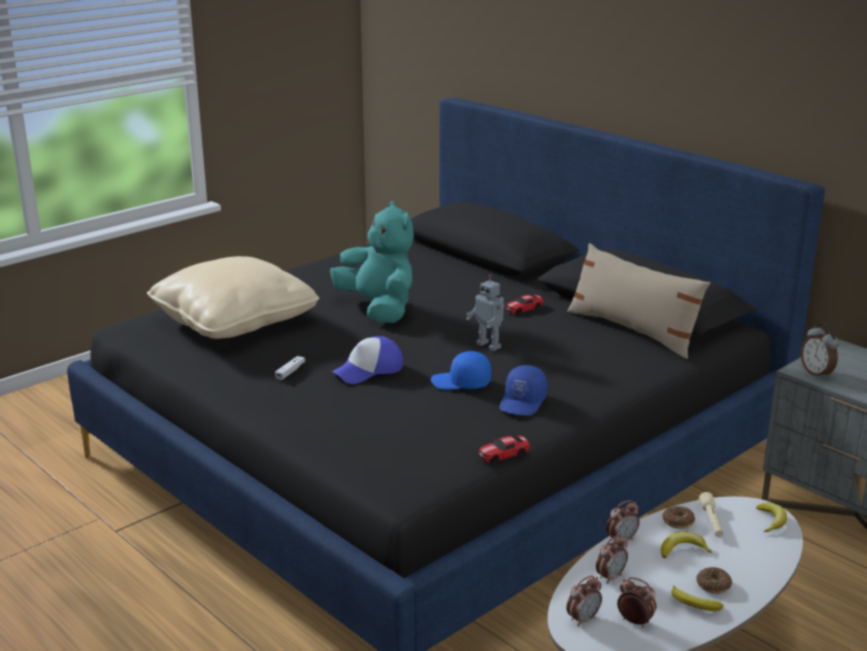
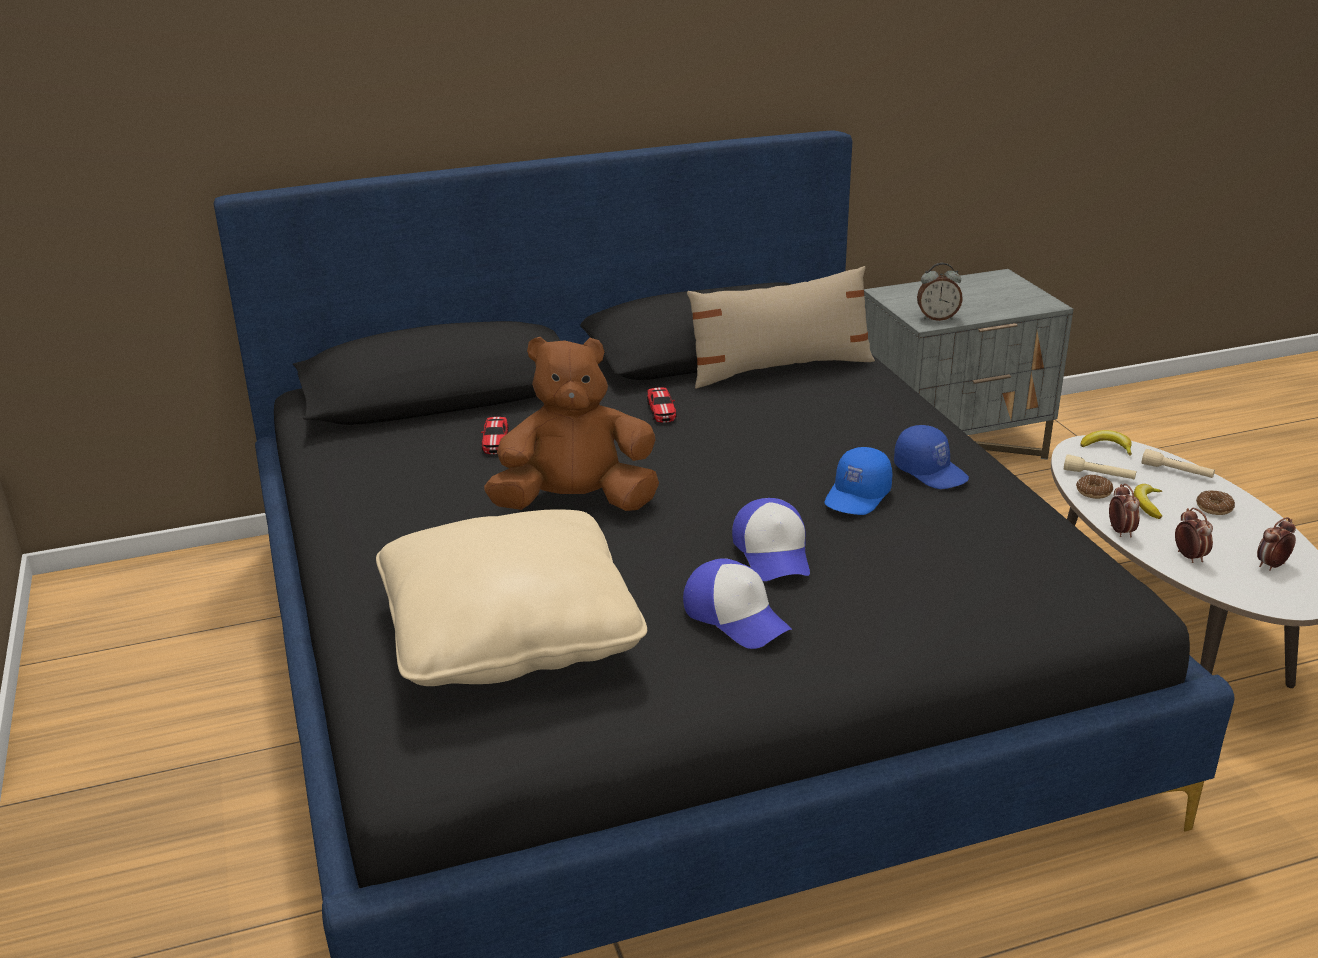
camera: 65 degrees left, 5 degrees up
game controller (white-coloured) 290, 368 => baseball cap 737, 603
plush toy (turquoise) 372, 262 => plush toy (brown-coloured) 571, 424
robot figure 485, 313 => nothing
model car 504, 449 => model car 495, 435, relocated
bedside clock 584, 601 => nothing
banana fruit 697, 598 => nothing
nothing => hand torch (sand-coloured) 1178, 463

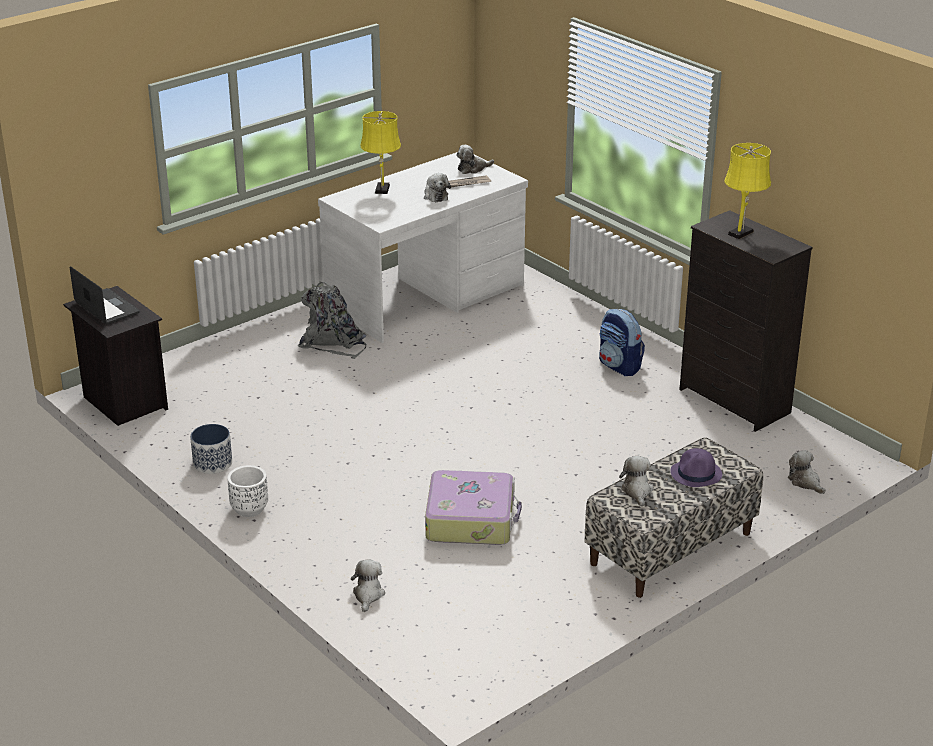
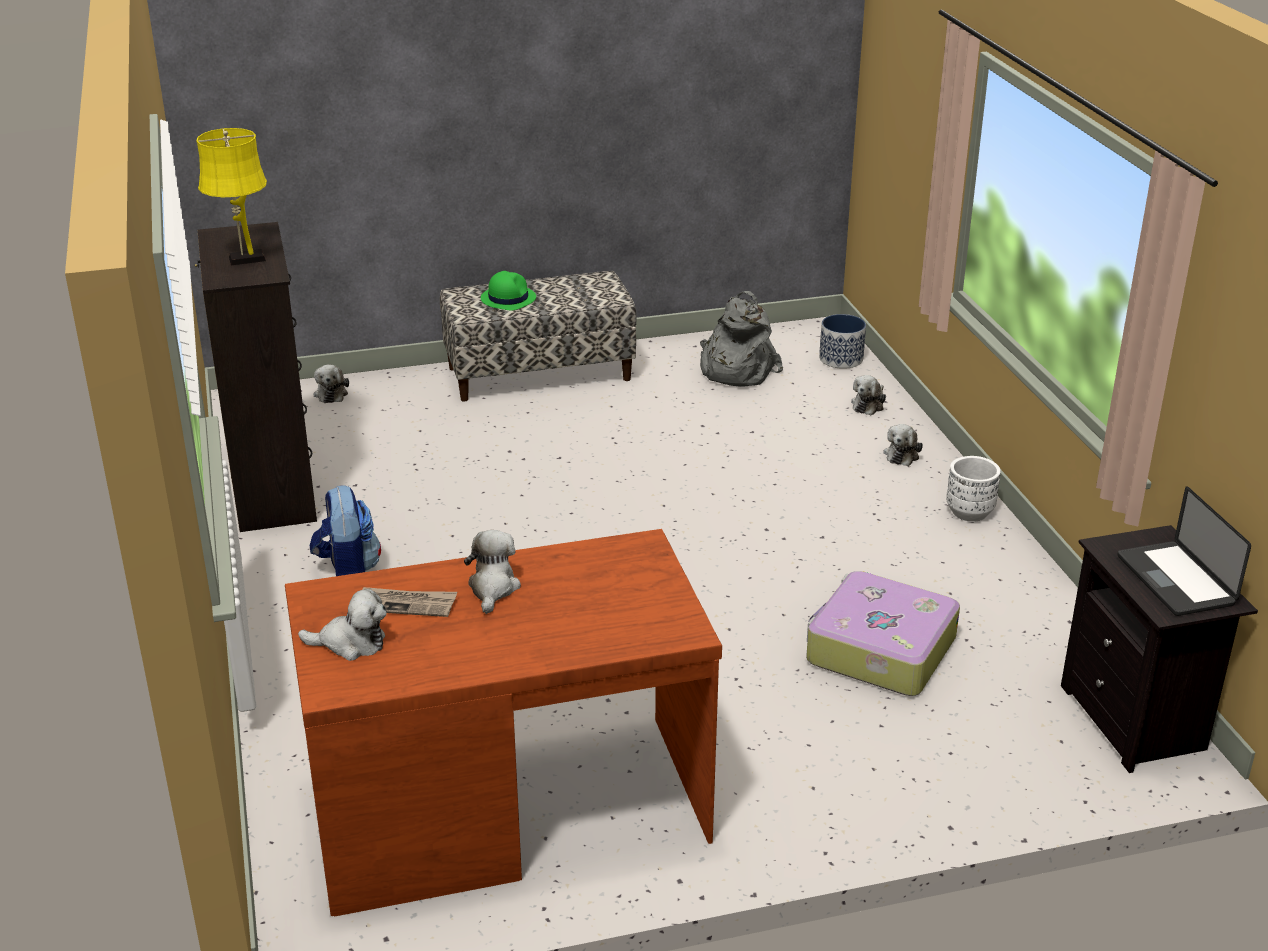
camera: 155 degrees left, 0 degrees up
planter 211, 449 => planter 842, 341, relocated
knapsack (grey) 332, 320 => knapsack (grey) 741, 339, relocated
desk (white-coloured) 423, 247 => desk (brown-coloured) 503, 723
table lamp (yellow-coloured) 380, 152 => nothing
suitcase 473, 507 => suitcase 883, 633, relocated
plush toy 636, 481 => plush toy 903, 445, relocated
clothing hat (purple-coloured) 696, 467 => clothing hat (green) 508, 290

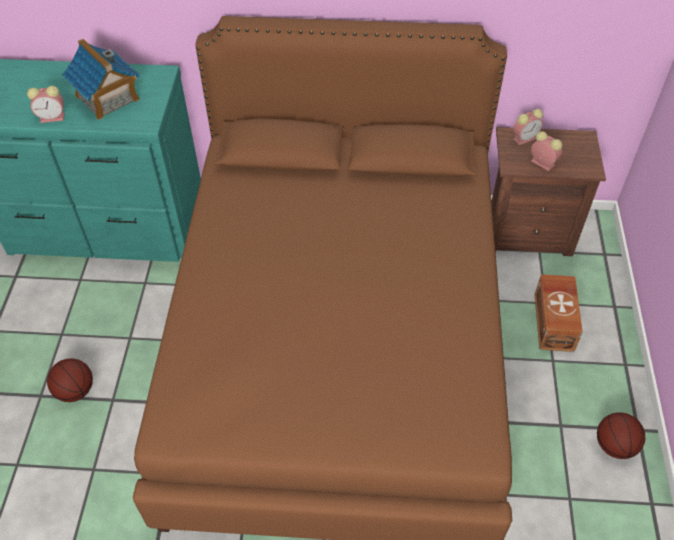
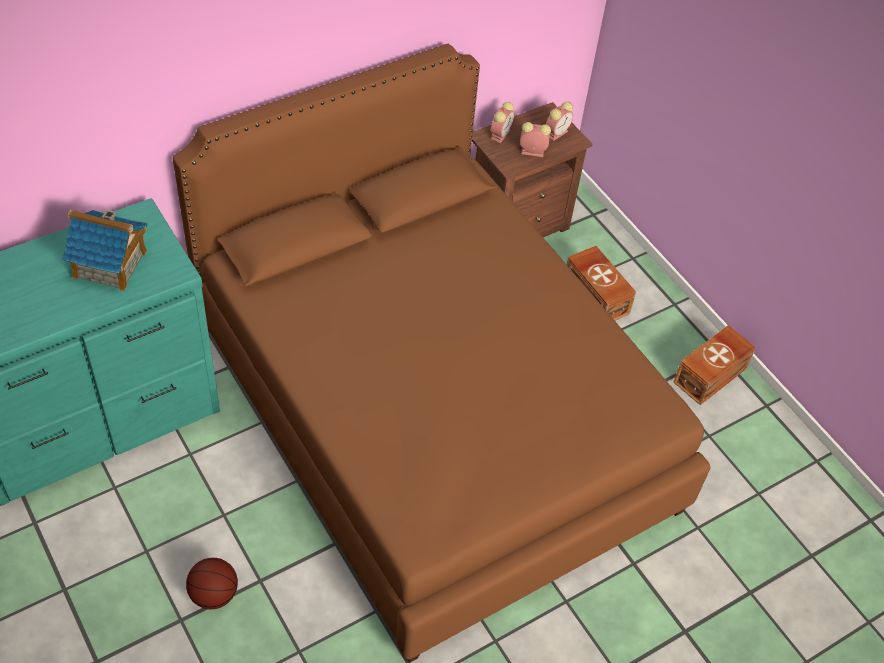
camera: 40 degrees left, 0 degrees up
bedside clock 45, 104 => bedside clock 559, 121, relocated
basketball 621, 436 => storage bin (brown-coloured) 714, 365

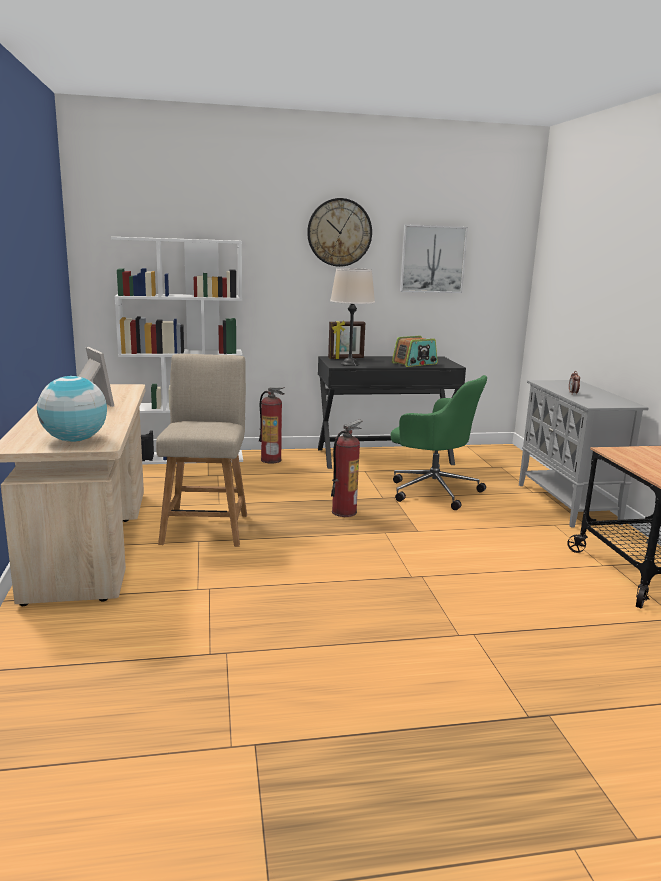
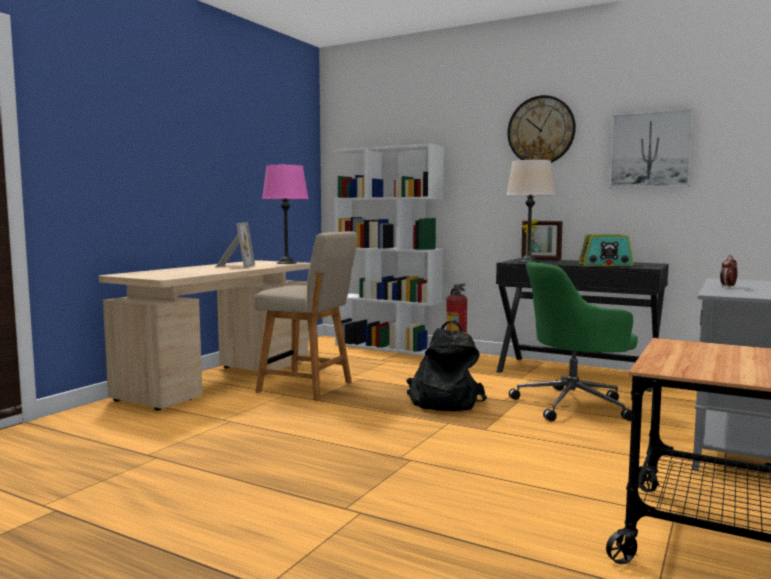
camera: 40 degrees right, 10 degrees down
desk globe 72, 409 => nothing
plain chair (sand-coloured) 201, 450 => plain chair (sand-coloured) 306, 316, 75 degrees clockwise
fire extinguisher 346, 468 => knapsack (blackish) 446, 365
computer chair (green) 439, 442 => computer chair (green) 573, 342, 90 degrees clockwise
nothing => table lamp (pinkish) 285, 214

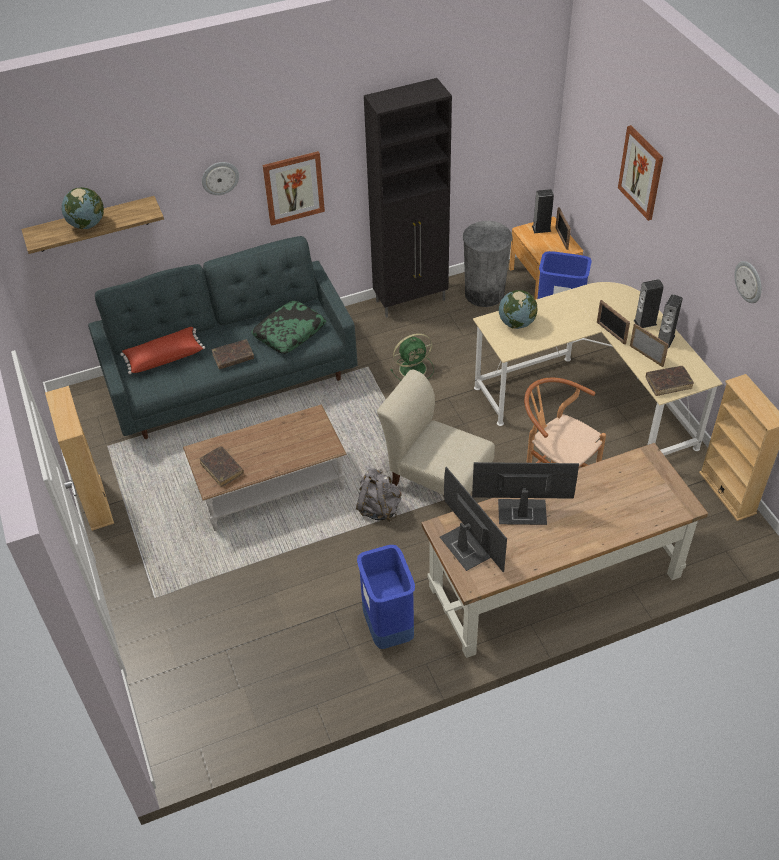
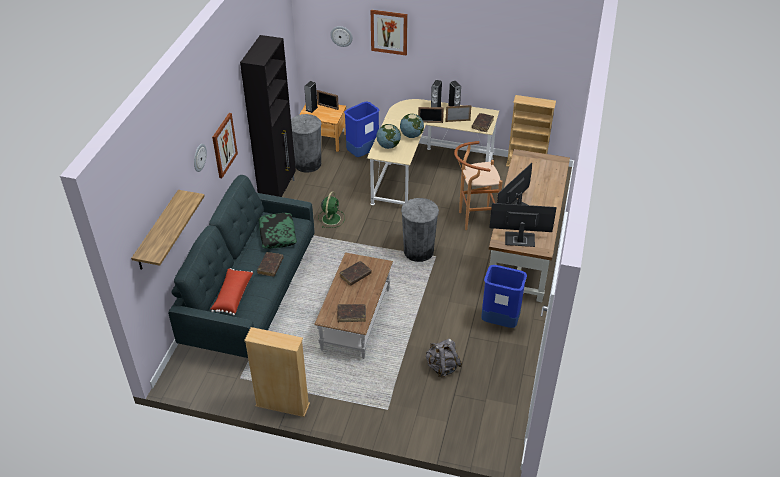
camera: 55 degrees left, 5 degrees down
desk globe 83, 208 => desk globe 412, 126, relocated
knapsack (grey) 378, 495 => knapsack (grey) 444, 357, relocated
plain chair (sand-coloured) 436, 432 => rubbish bin (grey) 420, 230
wall clock 748, 282 => wall clock 341, 36, relocated
nothing => bound book (brown-coloured) 356, 273

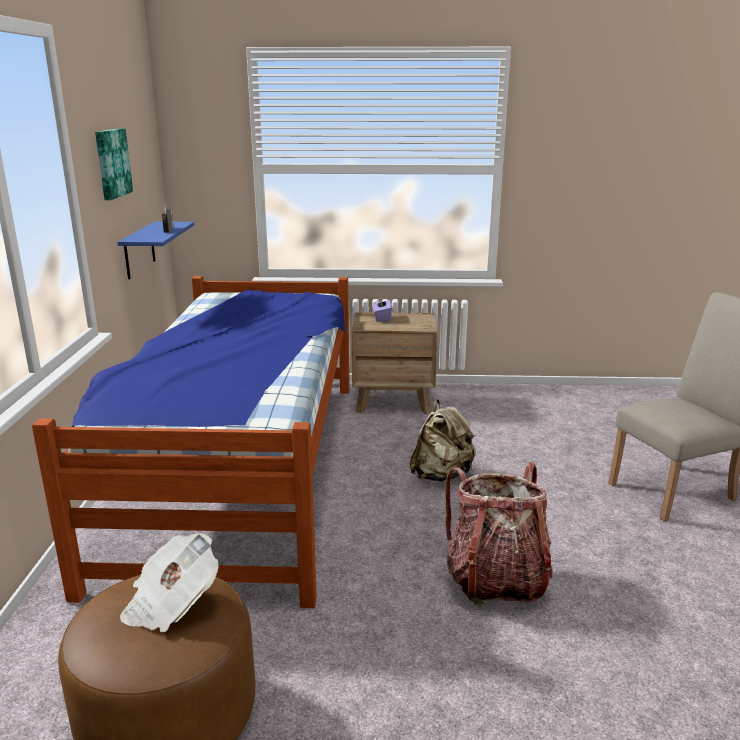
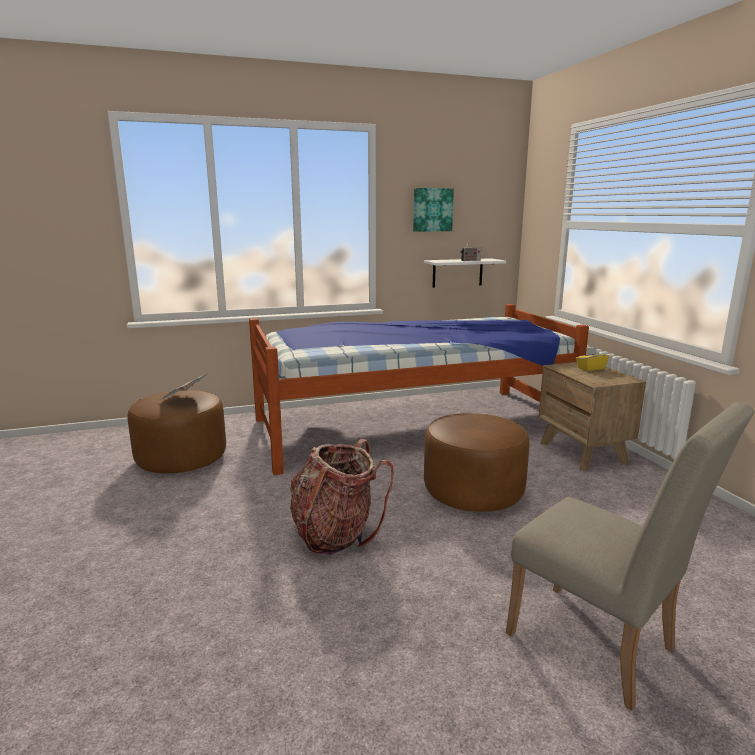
camera: 70 degrees right, 5 degrees down
bracket shelf (bluish) 155, 250 => bracket shelf (white-coloured) 465, 273
tissue holder (purple-coloured) 382, 309 => tissue holder (yellow-coloured) 592, 359
knapsack (sand-coloured) 442, 440 => footrest (brown-coloured) 476, 462

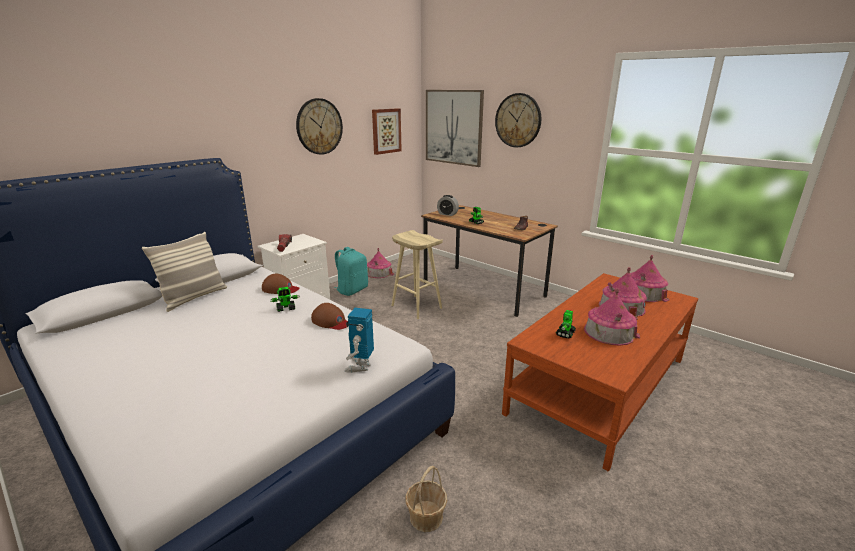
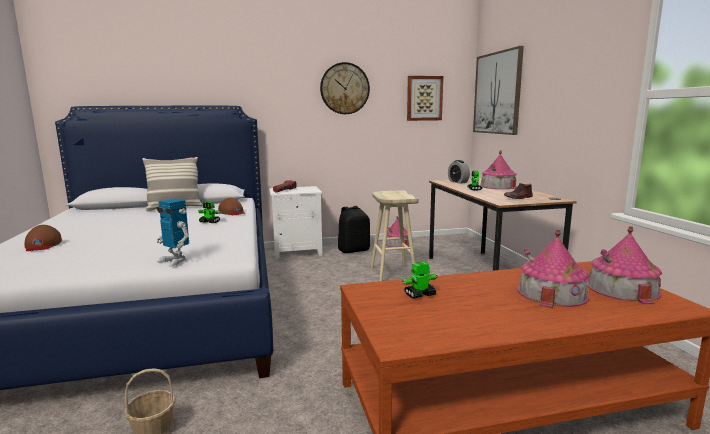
camera: 35 degrees right, 10 degrees down
baseball cap (brown-coloured) 329, 316 => baseball cap (brown-coloured) 43, 238, relocated
knapsack (turquoise) 351, 271 => knapsack (blackish) 354, 229
robot figure 359, 340 => robot figure 173, 232, 105 degrees counterclockwise
wall clock 518, 120 => nothing
model house 612, 316 => model house 498, 169, relocated

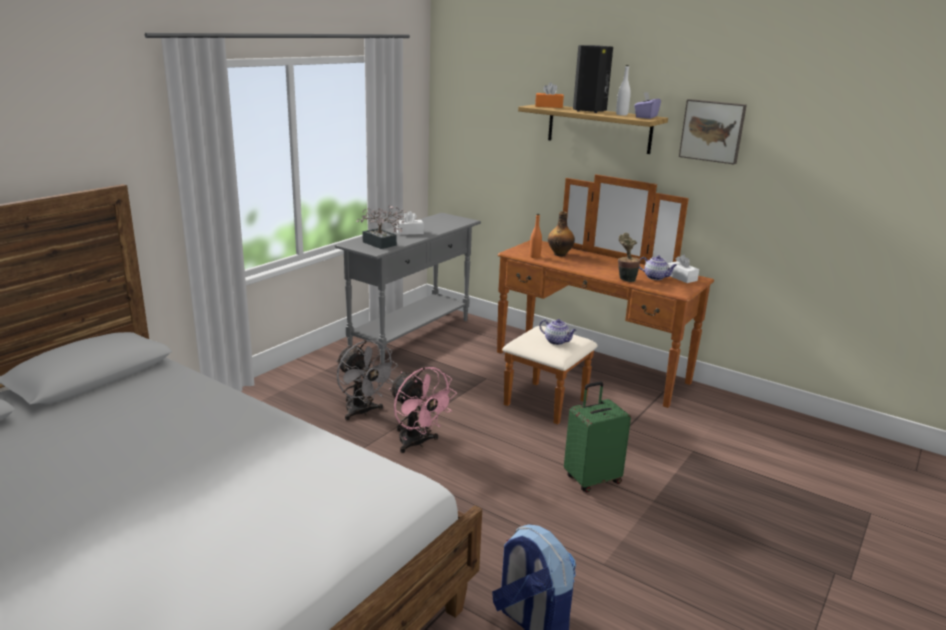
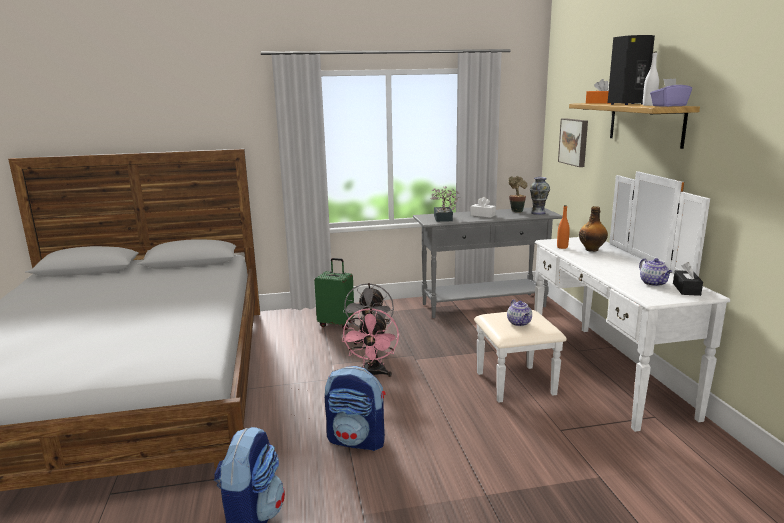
camera: 45 degrees right, 5 degrees down
chest of drawers (brown-coloured) 605, 299 => chest of drawers (white-coloured) 602, 301
suitcase (green) 597, 437 => suitcase (green) 334, 294, relocated
potted plant 629, 257 => potted plant 518, 194, relocated
tissue holder (white-coloured) 683, 269 => tissue holder (blackish) 688, 279
wall art 713, 132 => wall art 573, 142, relocated
nothing => knapsack 355, 408
nothing => vase 540, 196

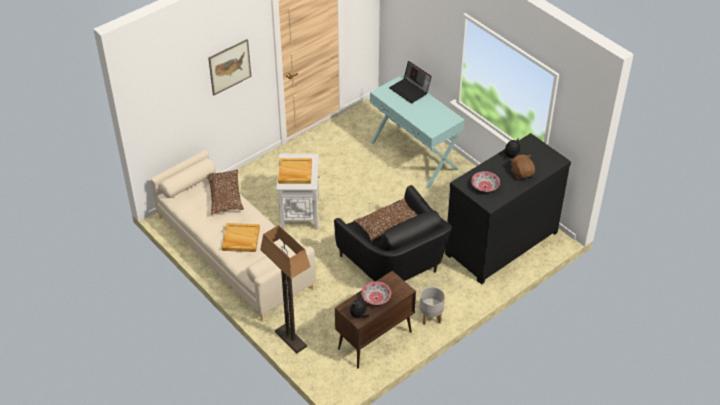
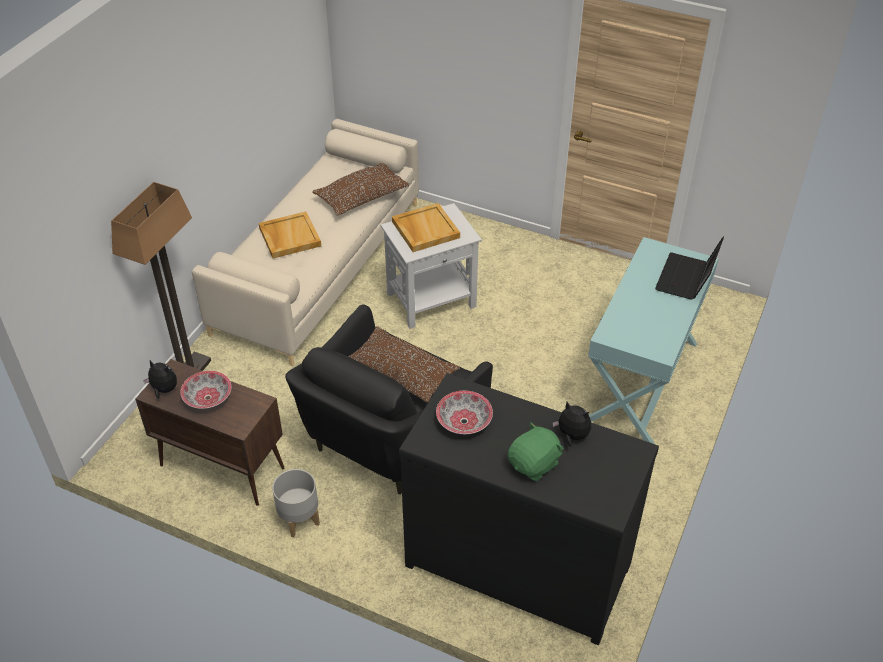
camera: 65 degrees right, 0 degrees up
wall art 229, 67 => nothing
plush toy (brown-coloured) 522, 167 => plush toy (green) 535, 451

